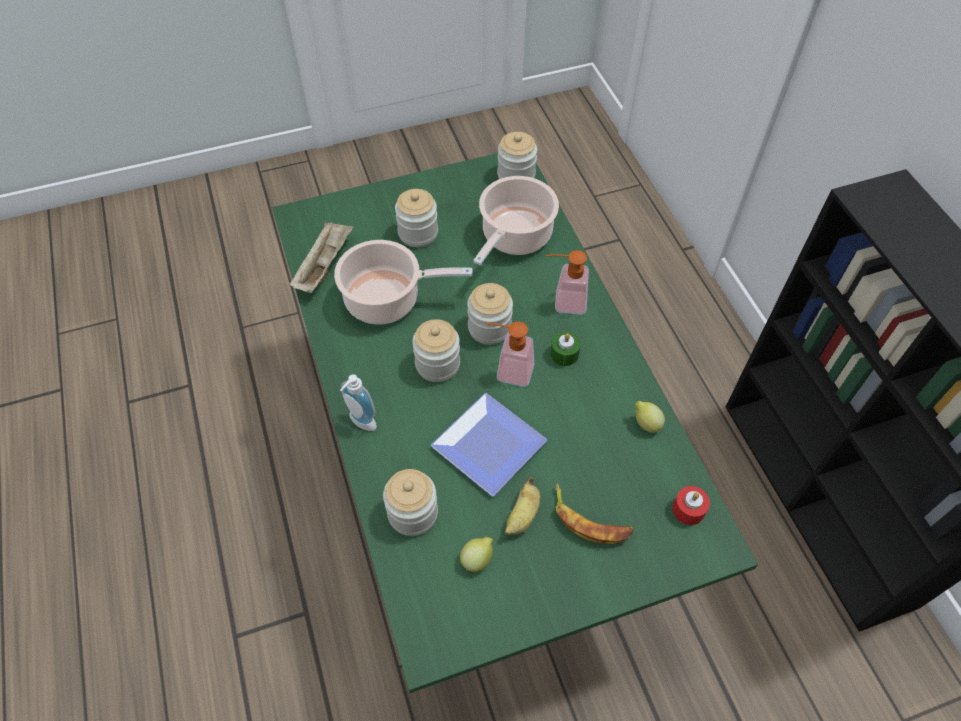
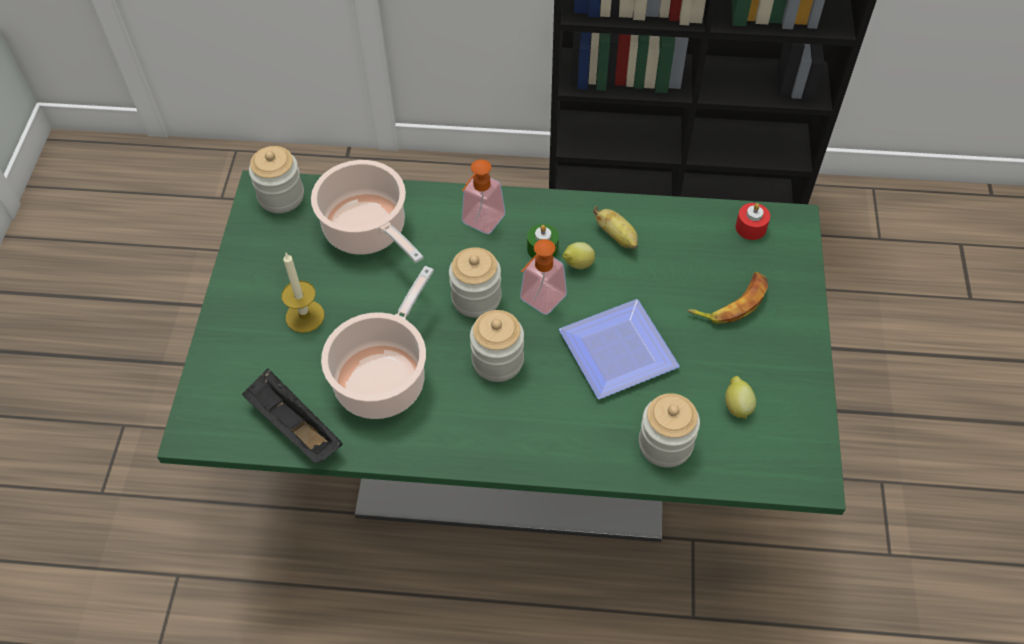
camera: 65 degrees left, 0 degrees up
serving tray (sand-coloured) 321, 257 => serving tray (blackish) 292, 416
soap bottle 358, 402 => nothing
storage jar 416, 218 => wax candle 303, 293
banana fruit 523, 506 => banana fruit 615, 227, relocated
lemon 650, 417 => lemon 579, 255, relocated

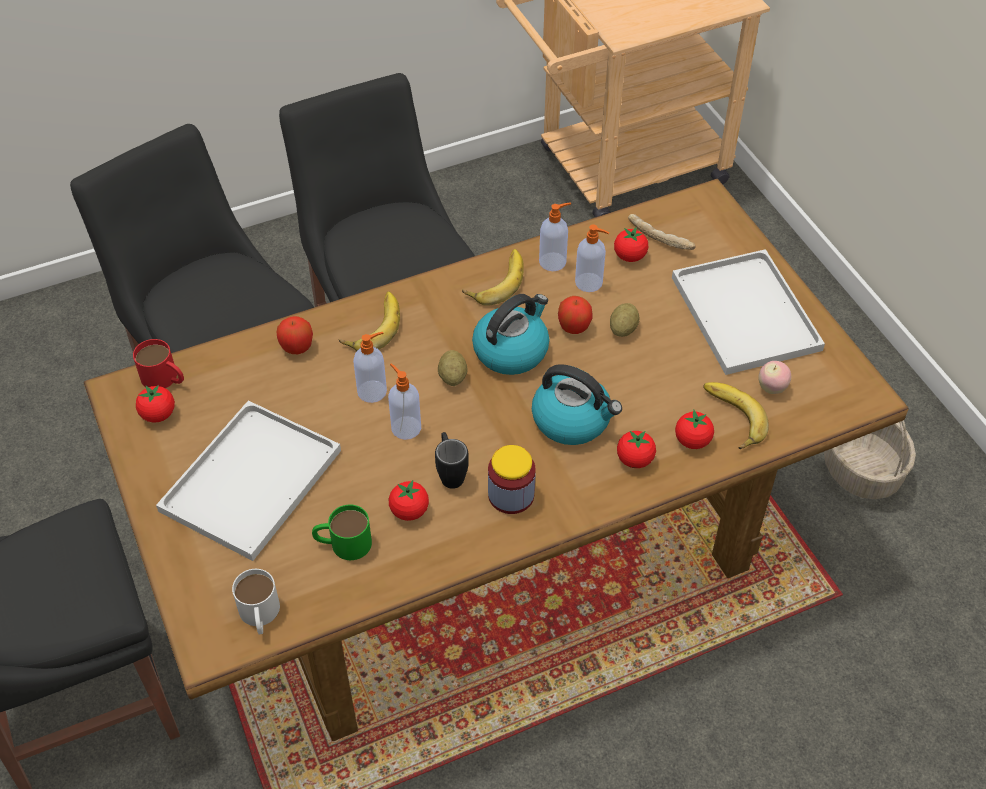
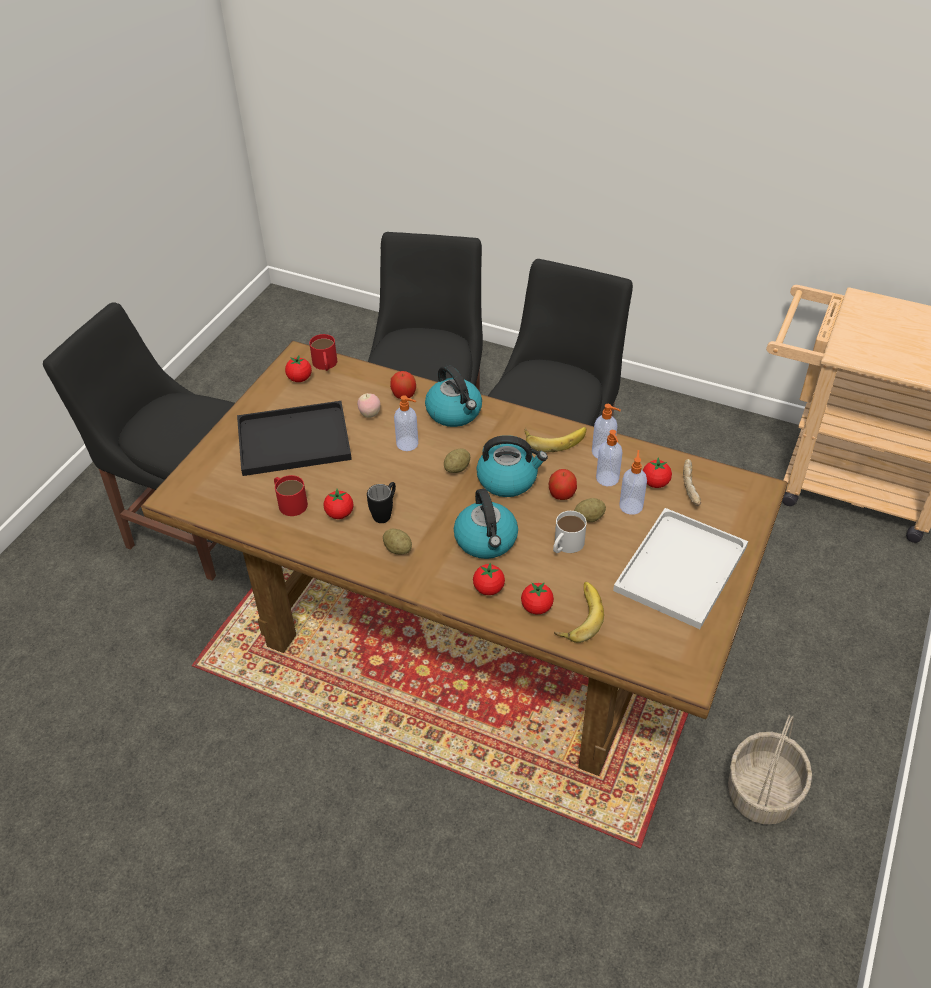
camera: 50 degrees right, 5 degrees down
serving tray (white-coloured) 248, 480 => serving tray (blackish) 294, 438
coffee mug (white-coloured) 256, 602 => coffee mug (white-coloured) 570, 532, relocated
coffee mug (green) 342, 532 => coffee mug (reddish) 291, 495
banana fruit 369, 321 => tea kettle 453, 396
soap bottle 404, 401 => soap bottle 633, 482, relocated
storage jar 512, 479 => spud 397, 541
apple 774, 377 => apple 369, 405, relocated

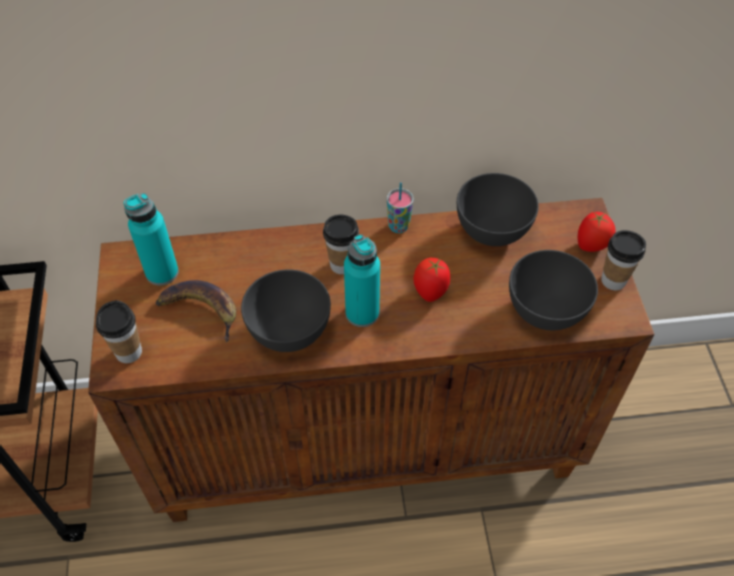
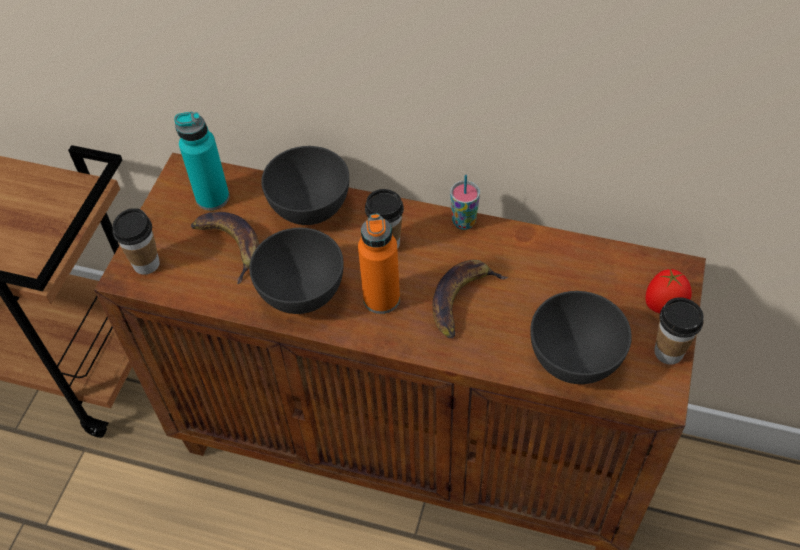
camera: 25 degrees right, 0 degrees up
bottle (turquoise) 362, 280 => bottle (orange) 379, 264
tomato 431, 280 => banana fruit 470, 299
bowl (grey) 498, 209 => bowl (grey) 305, 185, relocated

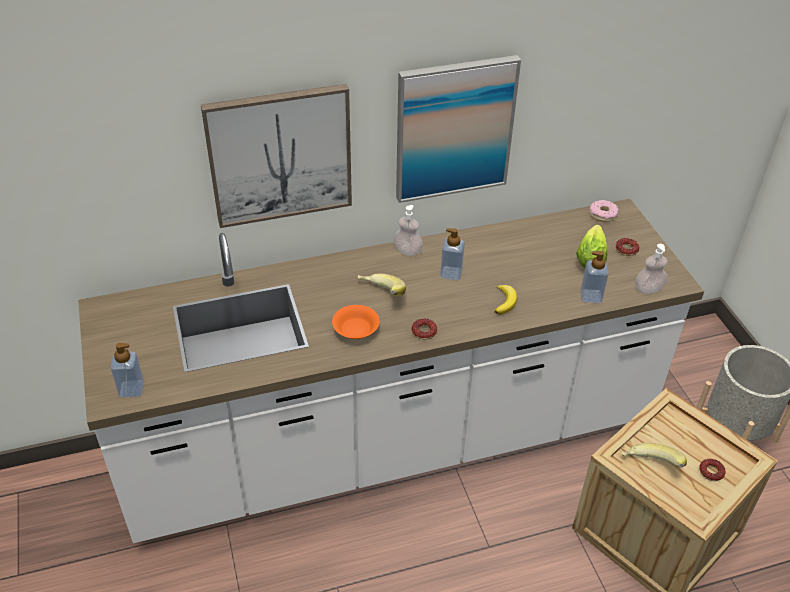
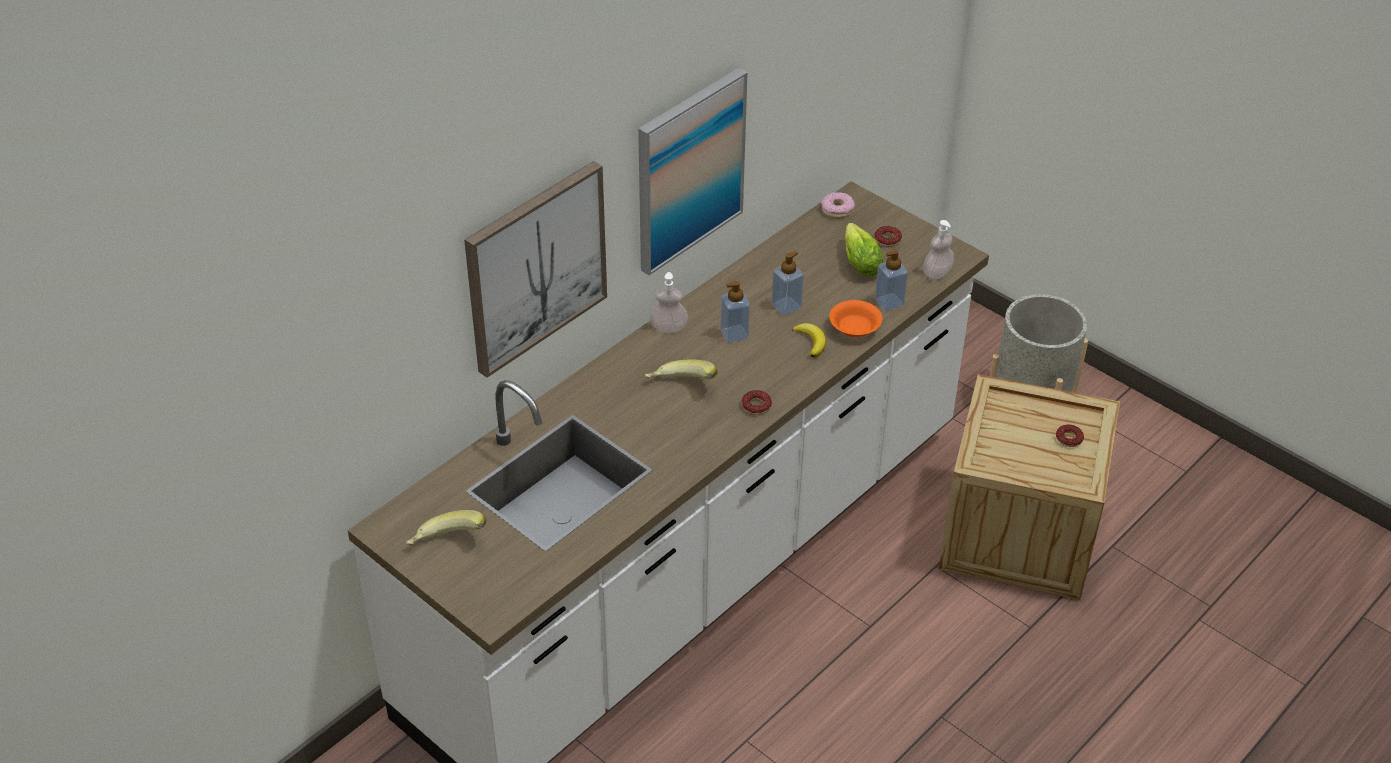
camera: 30 degrees left, 0 degrees up
soap bottle 127, 370 => soap bottle 788, 283, relocated
bowl (orange) 356, 322 => bowl (orange) 855, 318, relocated
banana fruit 654, 455 => banana fruit 446, 527, relocated

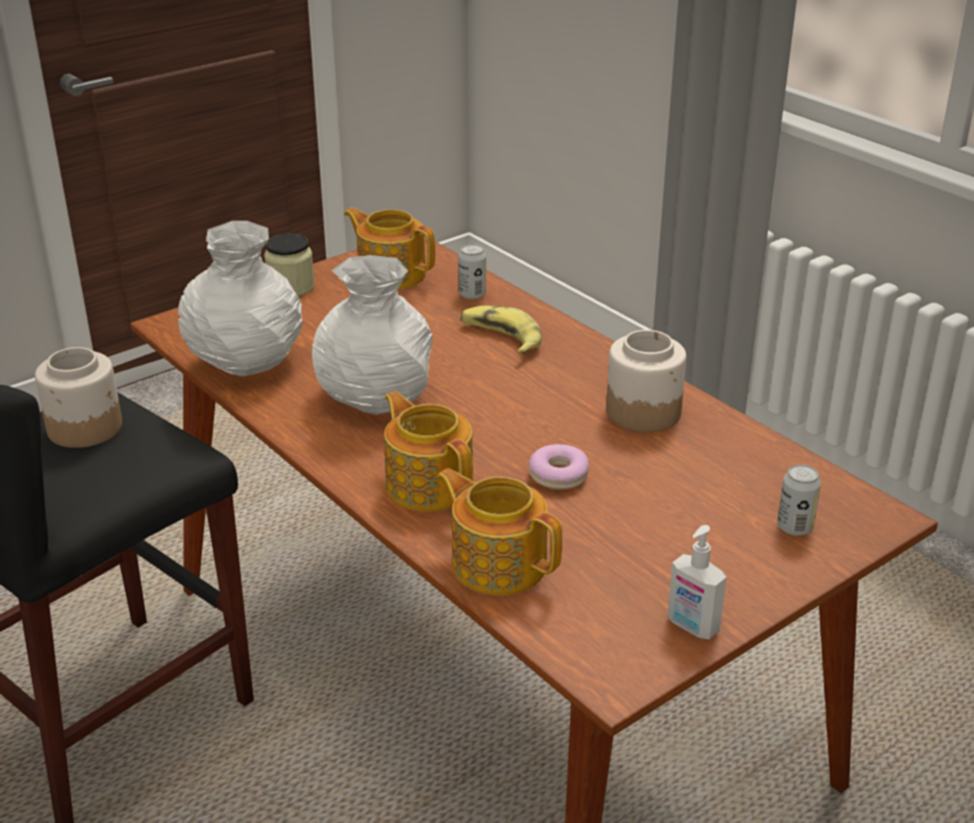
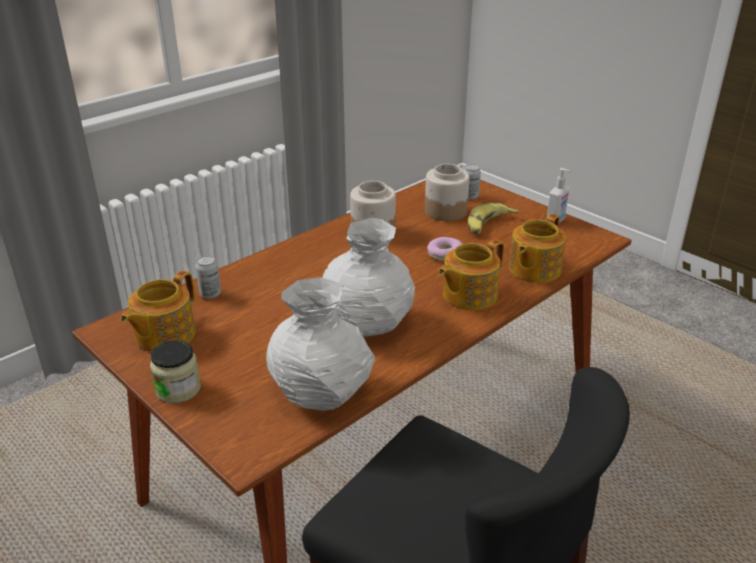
camera: 95 degrees left, 0 degrees up
storage jar 78, 397 => storage jar 447, 192, relocated
banana fruit 501, 330 => banana fruit 493, 219, relocated

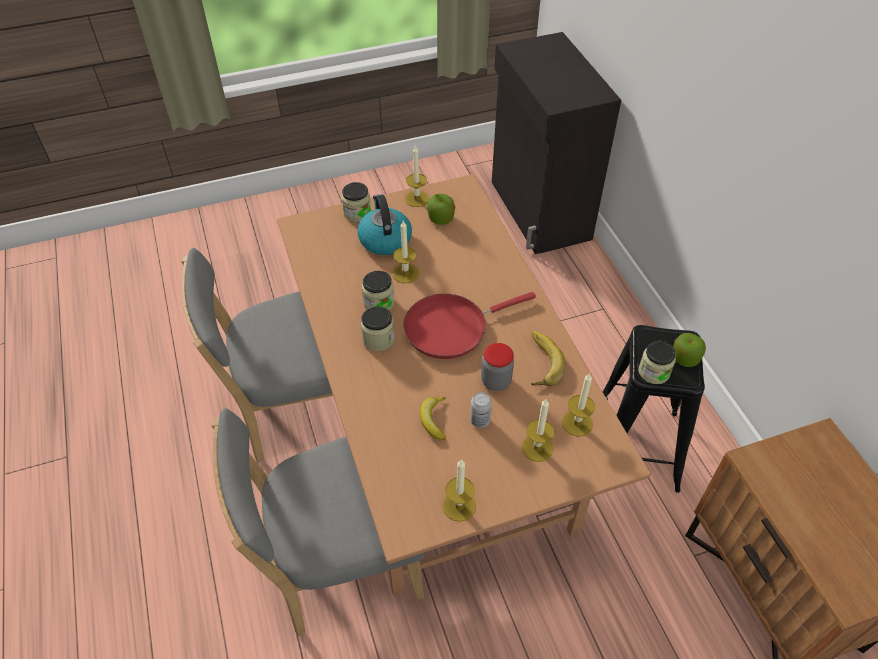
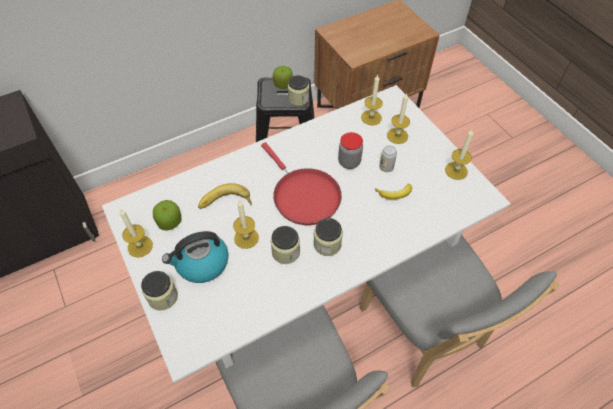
camera: 100 degrees left, 5 degrees up
kitchen table (brown-coloured) 464, 385 => kitchen table (white-coloured) 306, 234
banana fruit 548, 358 => banana fruit 225, 196, relocated

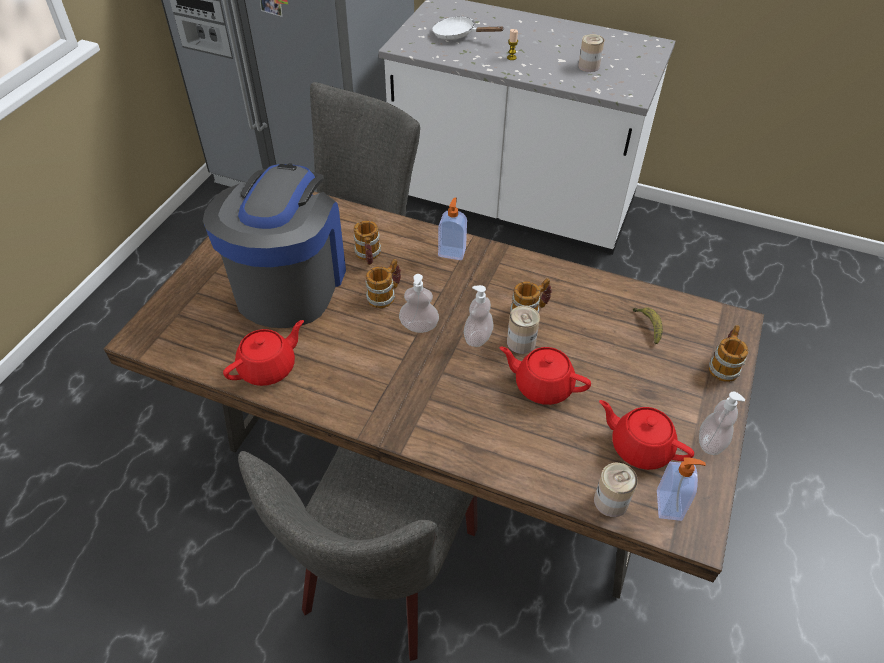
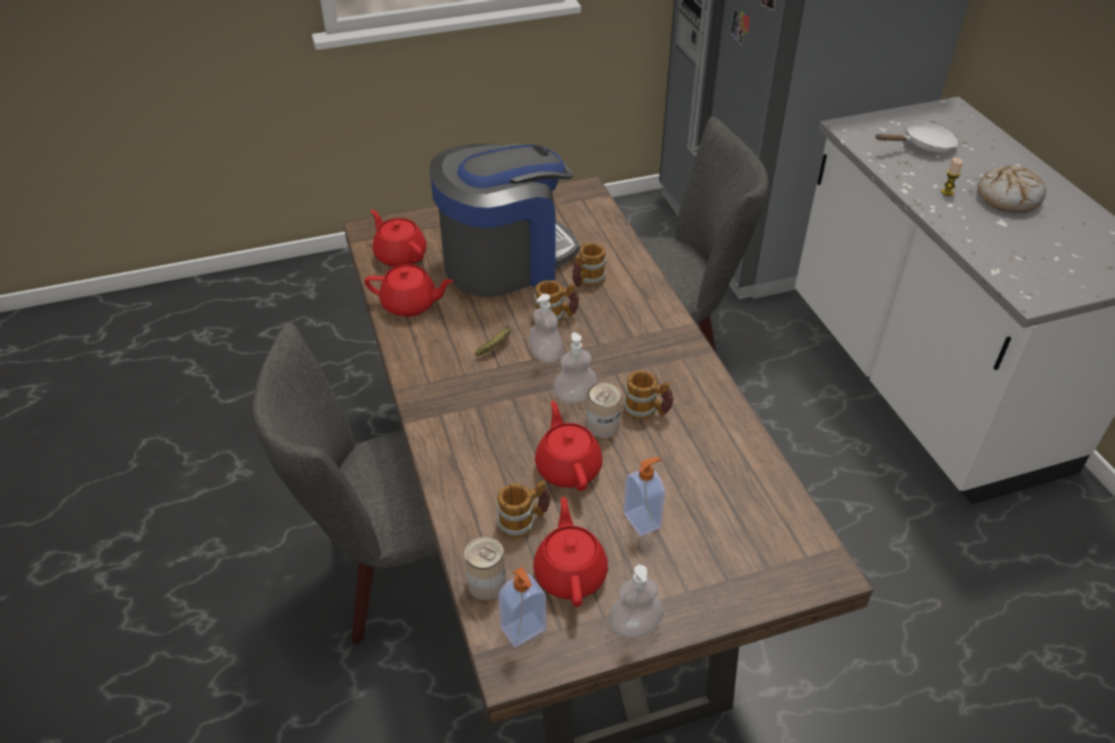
camera: 50 degrees right, 5 degrees down
pan (white-coloured) 468, 28 => pan (white-coloured) 917, 137, 90 degrees clockwise
soap bottle 452, 229 => soap bottle 644, 497, relocated
can 591, 53 => nothing
banana fruit 648, 325 => banana fruit 493, 341, relocated
coffee mug 728, 353 => coffee mug 523, 509, relocated
nothing => tea pot (reddish) 398, 238
nothing => bread 1012, 189

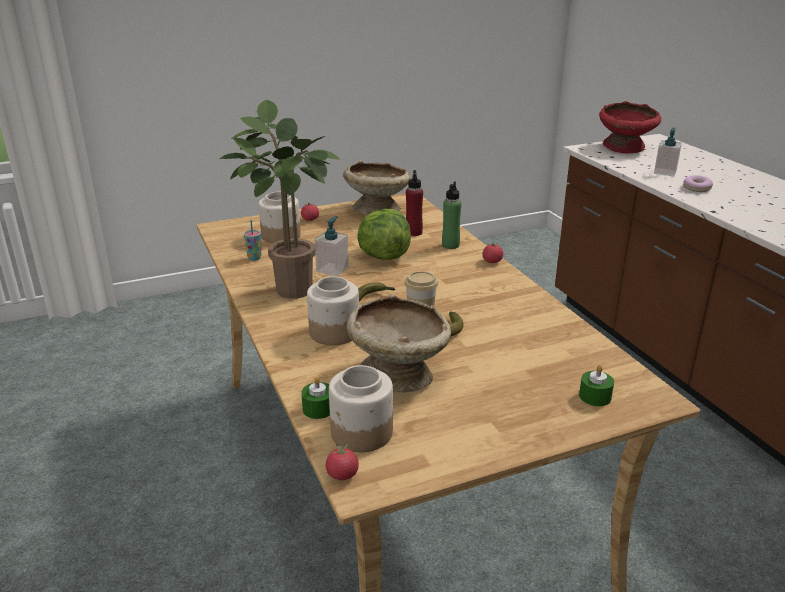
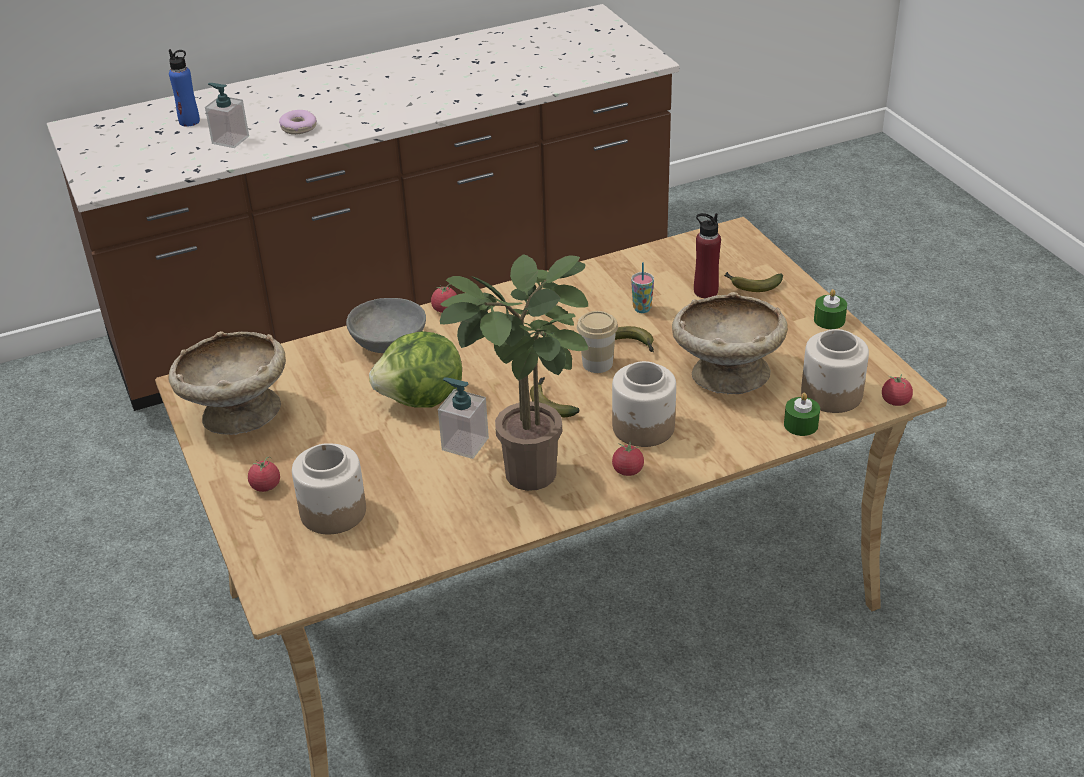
camera: 90 degrees left, 10 degrees up
cup 252, 240 => cup 642, 287, relocated
bottle (reddish) 414, 203 => bottle (reddish) 707, 255, relocated
bottle (green) 452, 215 => bowl (grey) 386, 325
wax candle (green) 596, 385 => wax candle (green) 830, 309, relocated
bowl (reddish) 630, 127 => nothing
nothing => bottle (bluish) 184, 88
nothing => tomato 628, 459
nothing => banana fruit 753, 282

